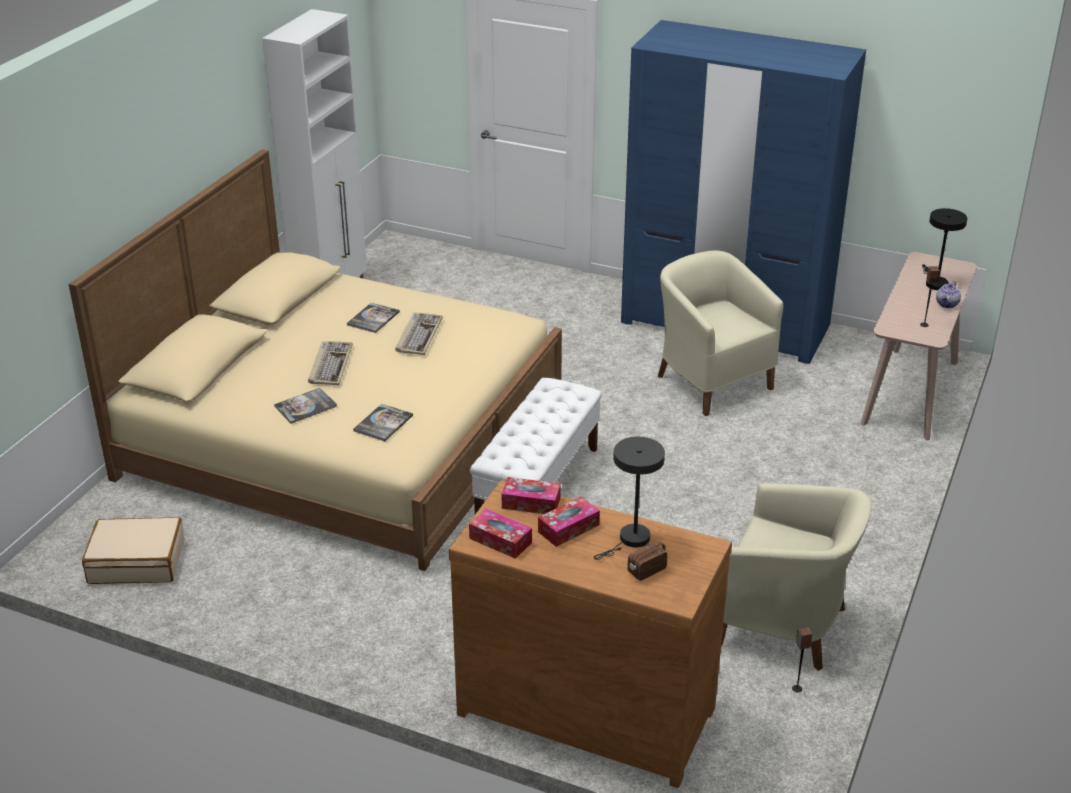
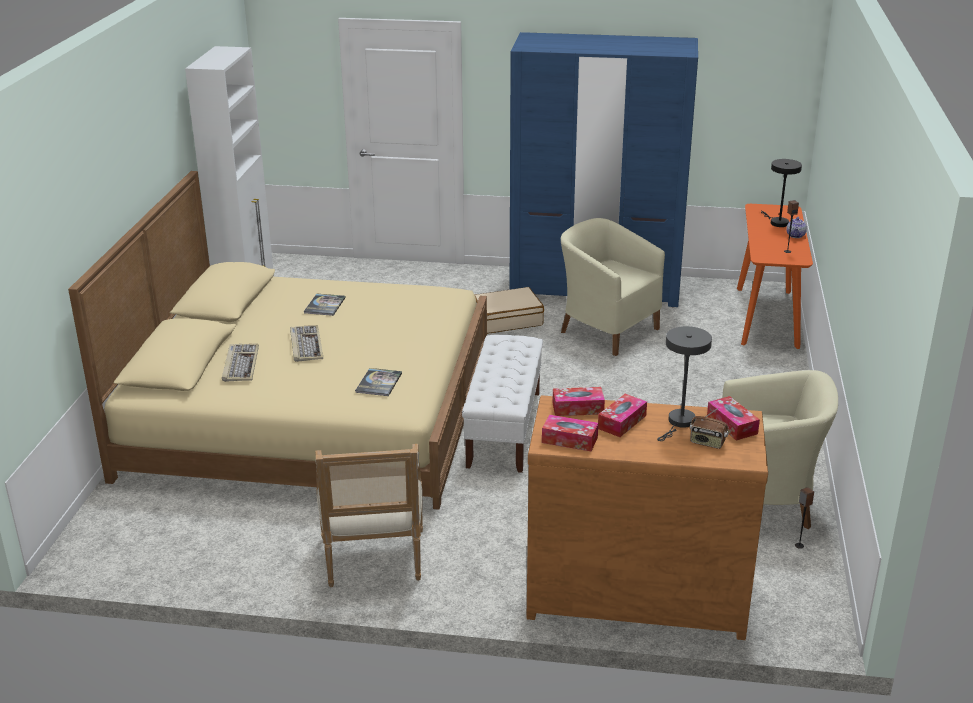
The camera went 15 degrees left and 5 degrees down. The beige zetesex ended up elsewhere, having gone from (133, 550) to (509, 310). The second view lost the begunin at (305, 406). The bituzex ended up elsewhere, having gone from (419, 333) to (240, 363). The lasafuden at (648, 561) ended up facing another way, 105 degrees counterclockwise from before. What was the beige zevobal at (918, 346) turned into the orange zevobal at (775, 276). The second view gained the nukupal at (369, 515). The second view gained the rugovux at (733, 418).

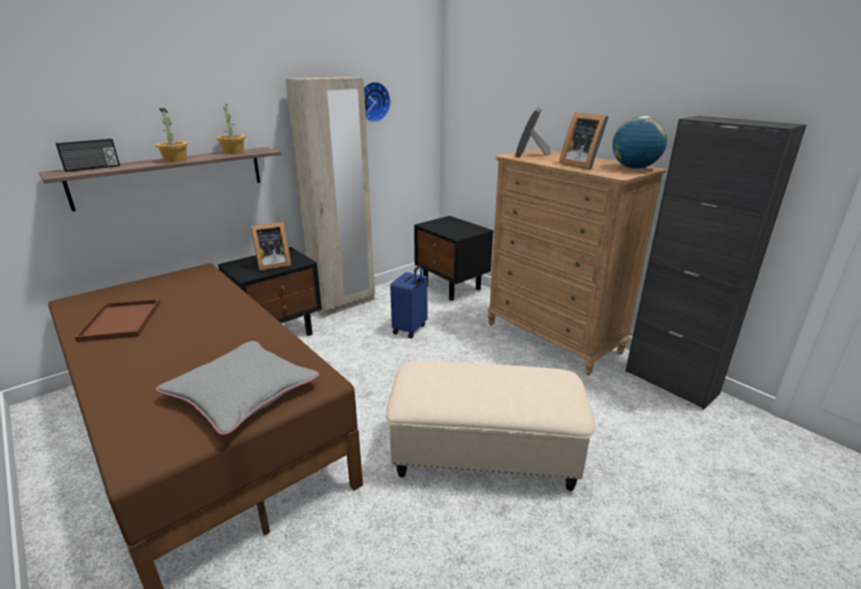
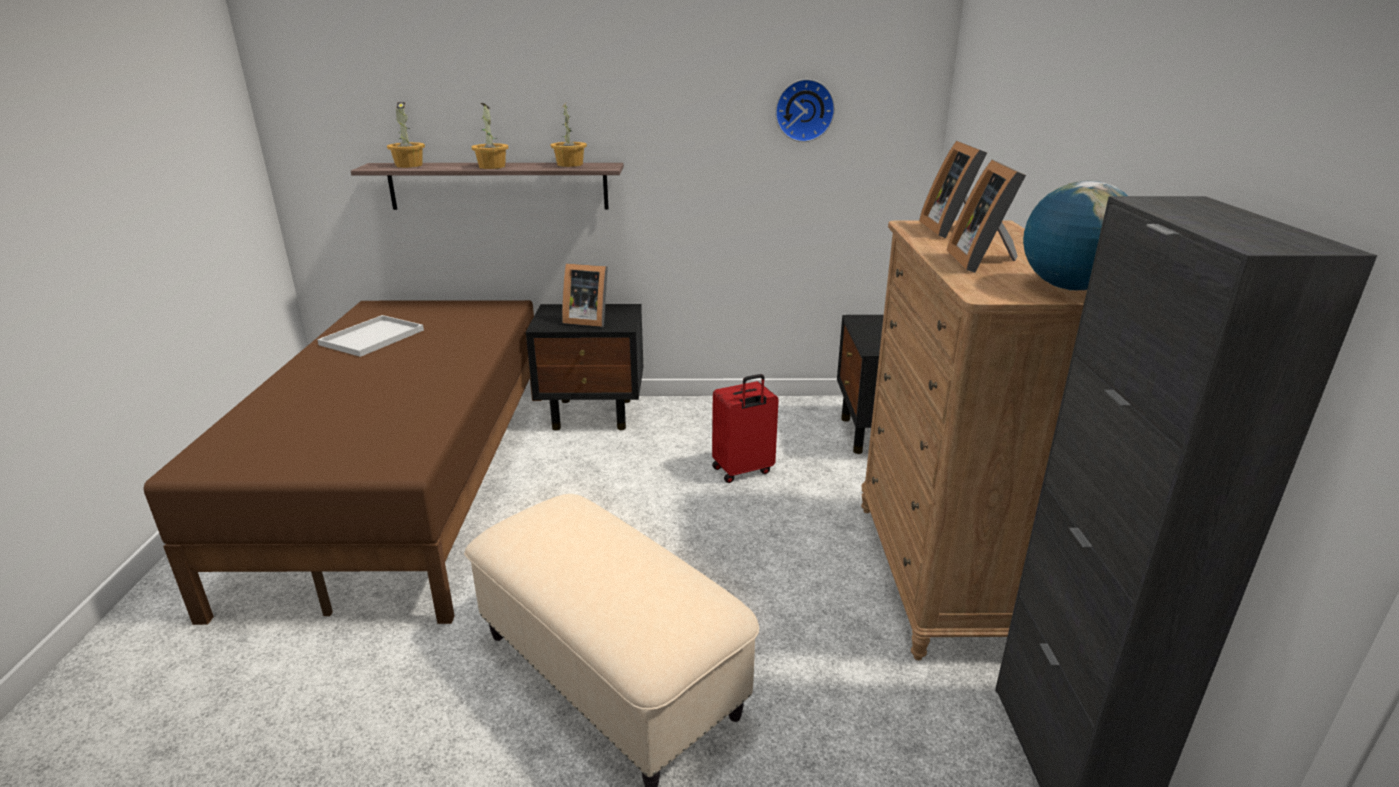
The camera went 40 degrees right and 0 degrees up. Where the lasafuden stood at (88, 155), the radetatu came to stand at (406, 135). What was the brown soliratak at (117, 320) turned into the white soliratak at (370, 336). The second view lost the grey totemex at (237, 388). The second view lost the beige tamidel at (330, 197). What was the blue zetesex at (409, 301) turned into the red zetesex at (745, 428). The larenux at (533, 133) ended up facing another way, 60 degrees counterclockwise from before.

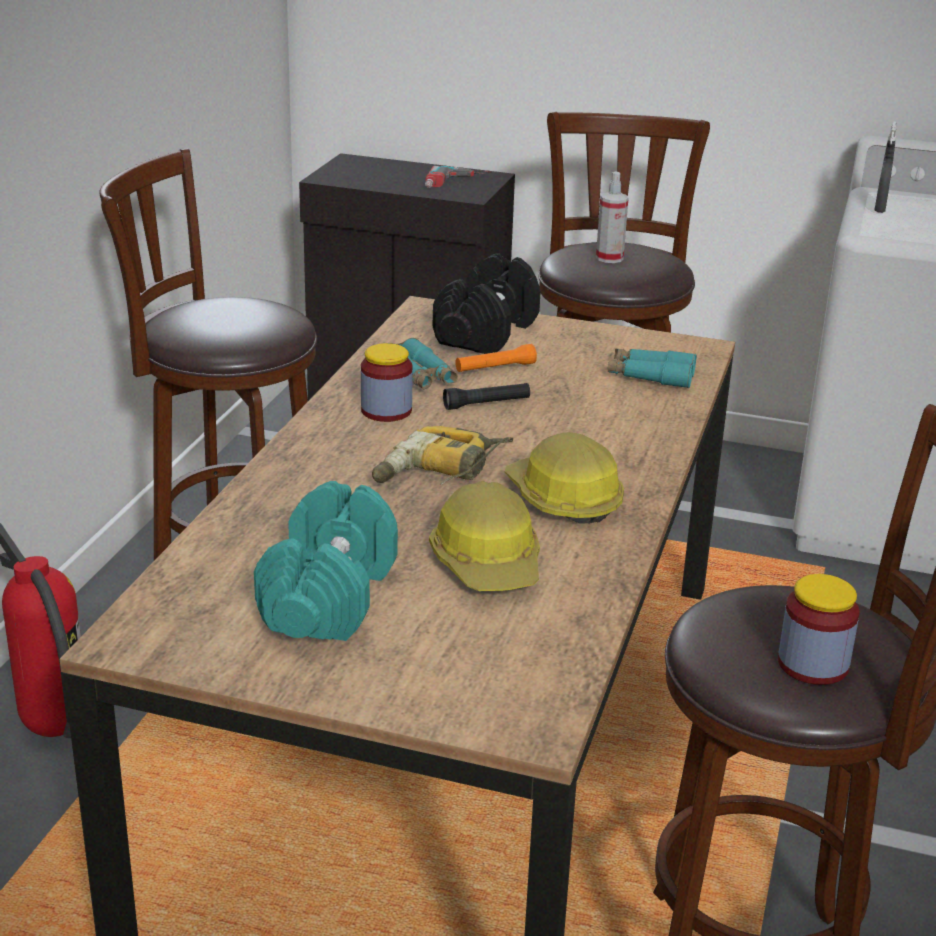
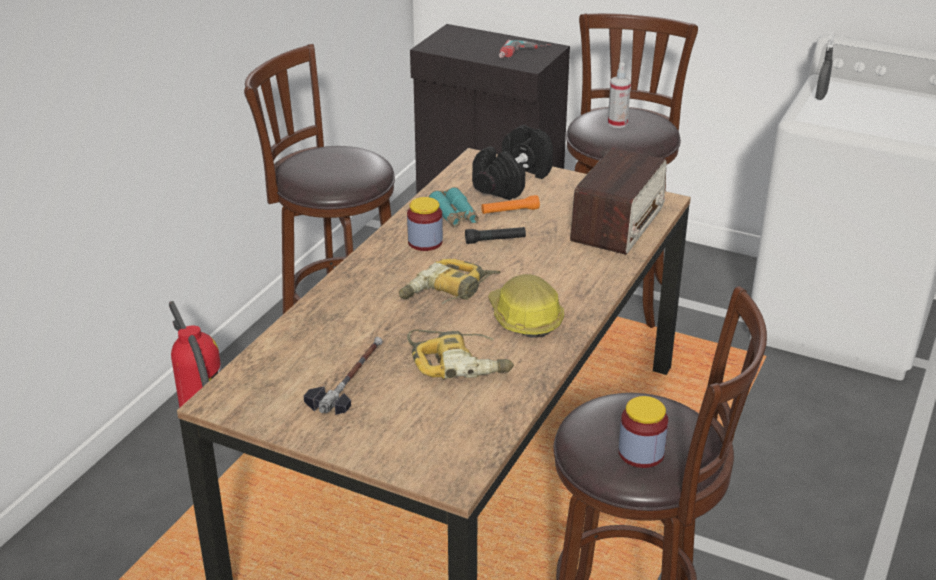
The camera went 10 degrees right and 5 degrees up. Where the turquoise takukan stood at (326, 561), the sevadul came to stand at (343, 376). Where the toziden stood at (484, 536), the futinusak came to stand at (460, 354). Where the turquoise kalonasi stood at (652, 368), the lasafuden came to stand at (618, 201).

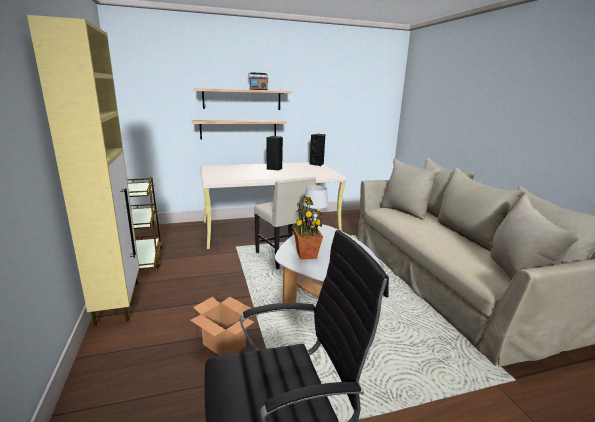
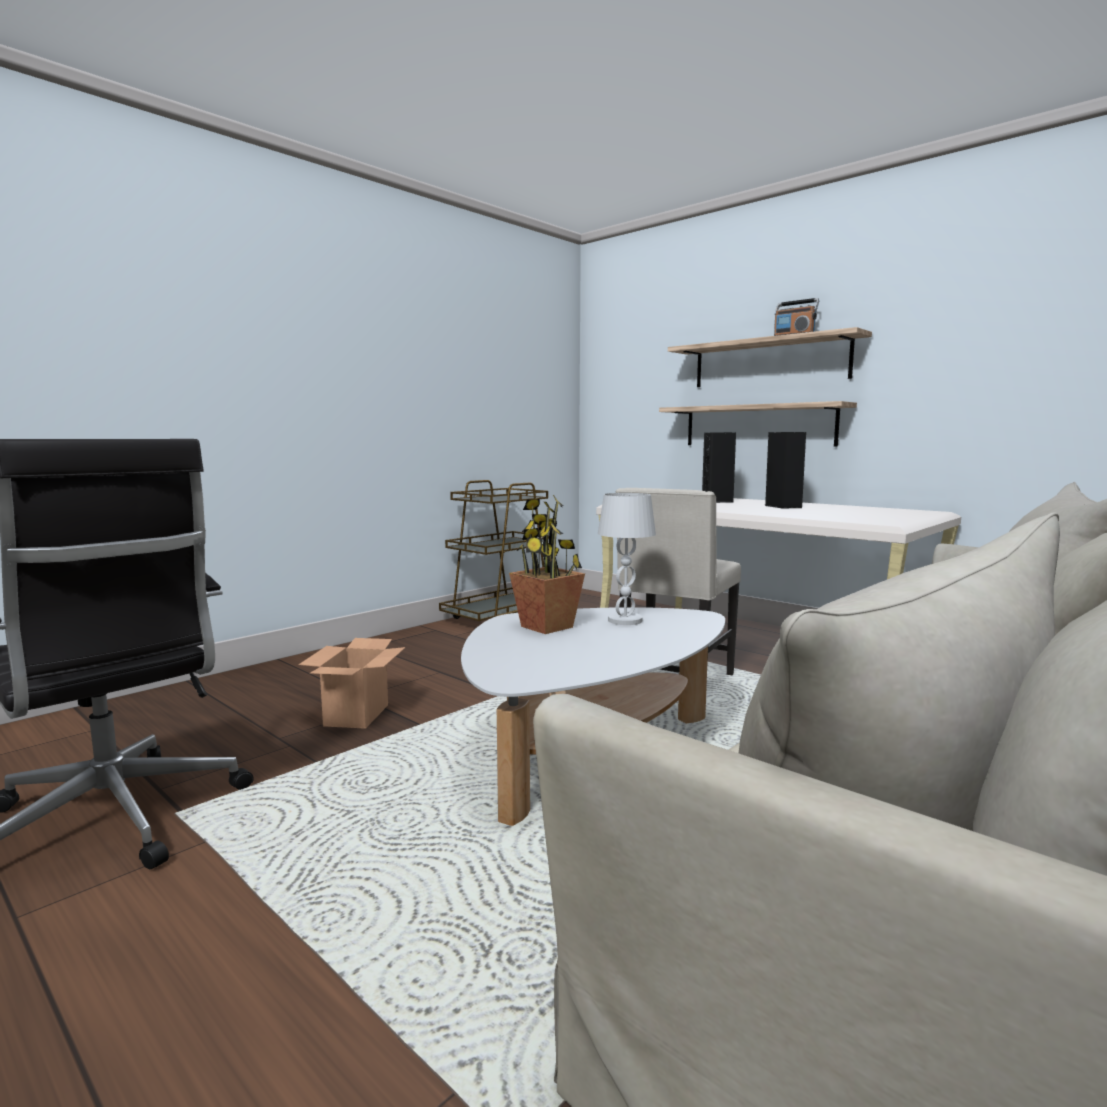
The camera went 60 degrees right and 10 degrees down. The second view lost the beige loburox at (83, 170). The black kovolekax ended up elsewhere, having gone from (317, 150) to (719, 468).

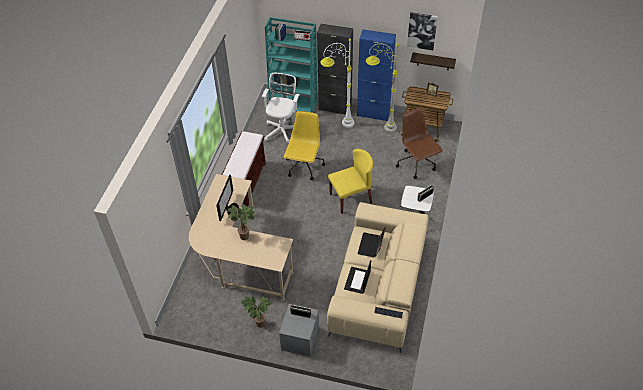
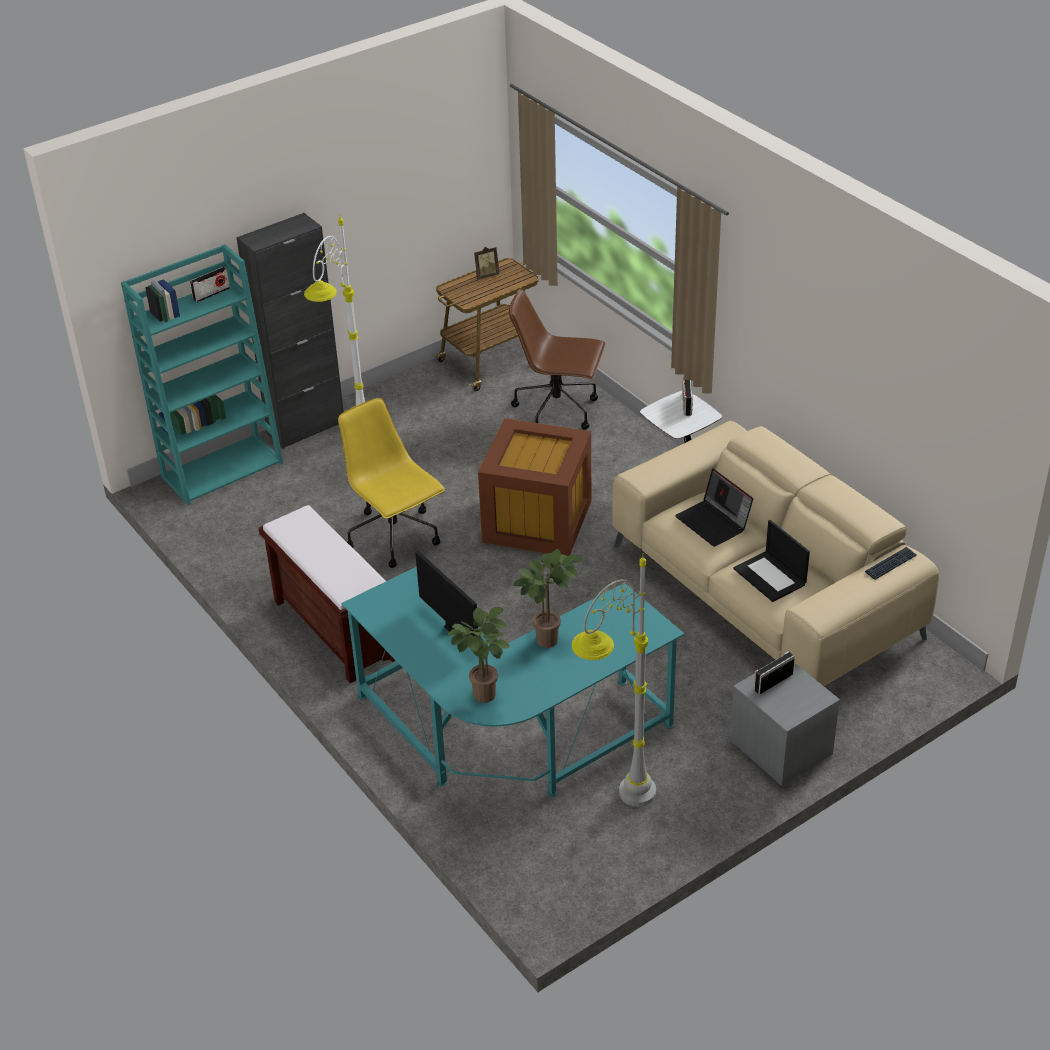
The camera went 50 degrees left and 10 degrees down. What was the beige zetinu at (241, 237) turned into the turquoise zetinu at (512, 682). The radetatu ended up elsewhere, having gone from (256, 312) to (479, 655). The second view lost the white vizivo at (281, 108). Where the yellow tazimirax stood at (350, 181), the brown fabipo came to stand at (534, 487). The second view lost the blue loburox at (376, 75). The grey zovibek ended up elsewhere, having gone from (382, 87) to (614, 680). The second view lost the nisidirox at (422, 31). The second view lost the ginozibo at (433, 61).

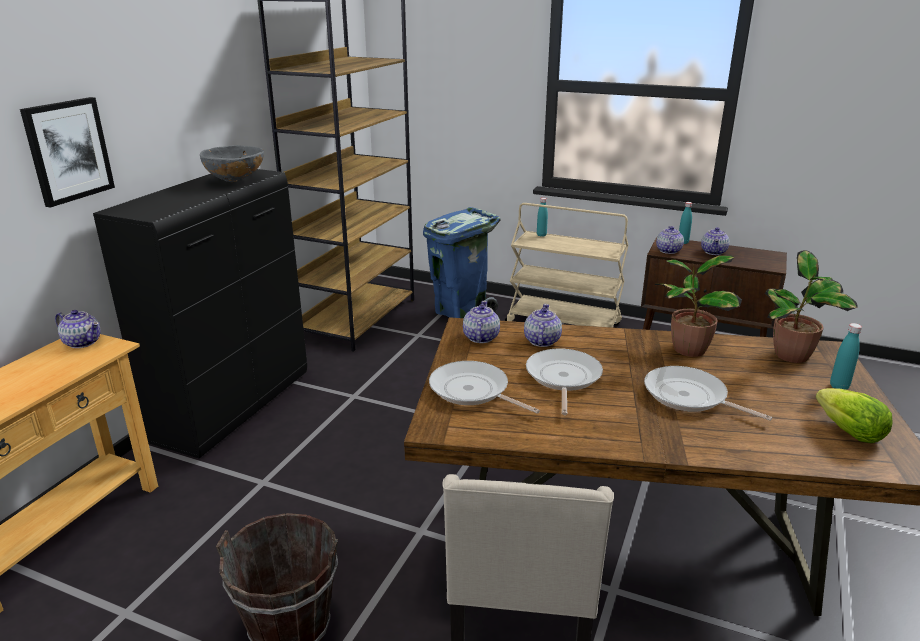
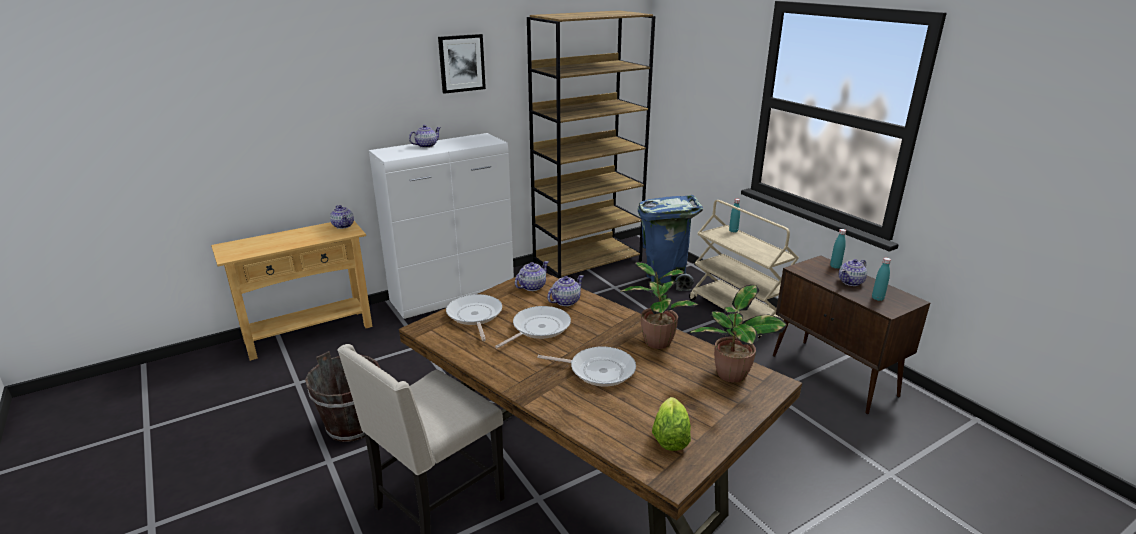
The camera went 35 degrees right and 0 degrees up. The nisidirox ended up elsewhere, having gone from (67, 152) to (462, 64). What was the black loburox at (200, 313) turned into the white loburox at (441, 226). The second view lost the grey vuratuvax at (232, 163). The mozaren at (708, 393) ended up facing another way, 120 degrees clockwise from before. The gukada ended up elsewhere, having gone from (670, 240) to (425, 136). The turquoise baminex ended up elsewhere, having gone from (846, 356) to (881, 279).

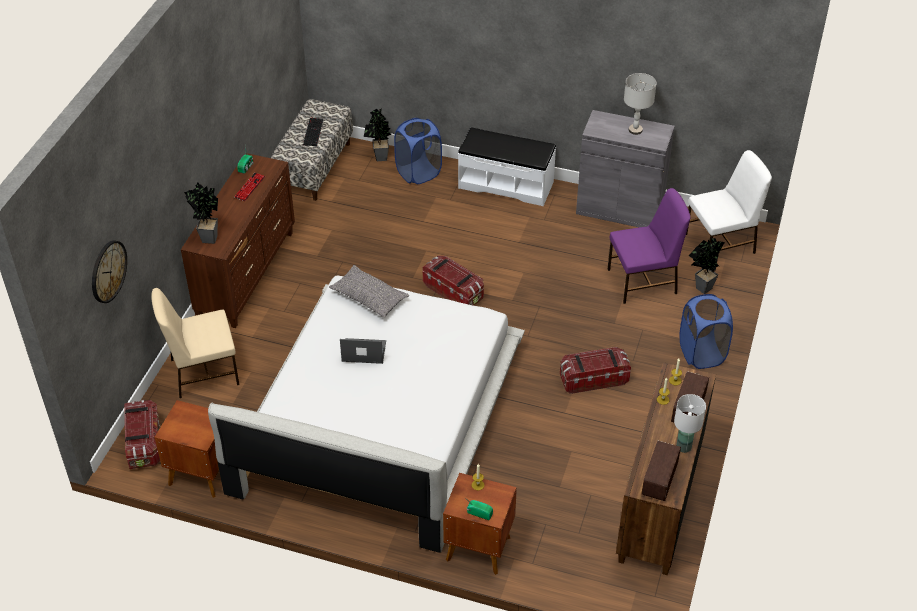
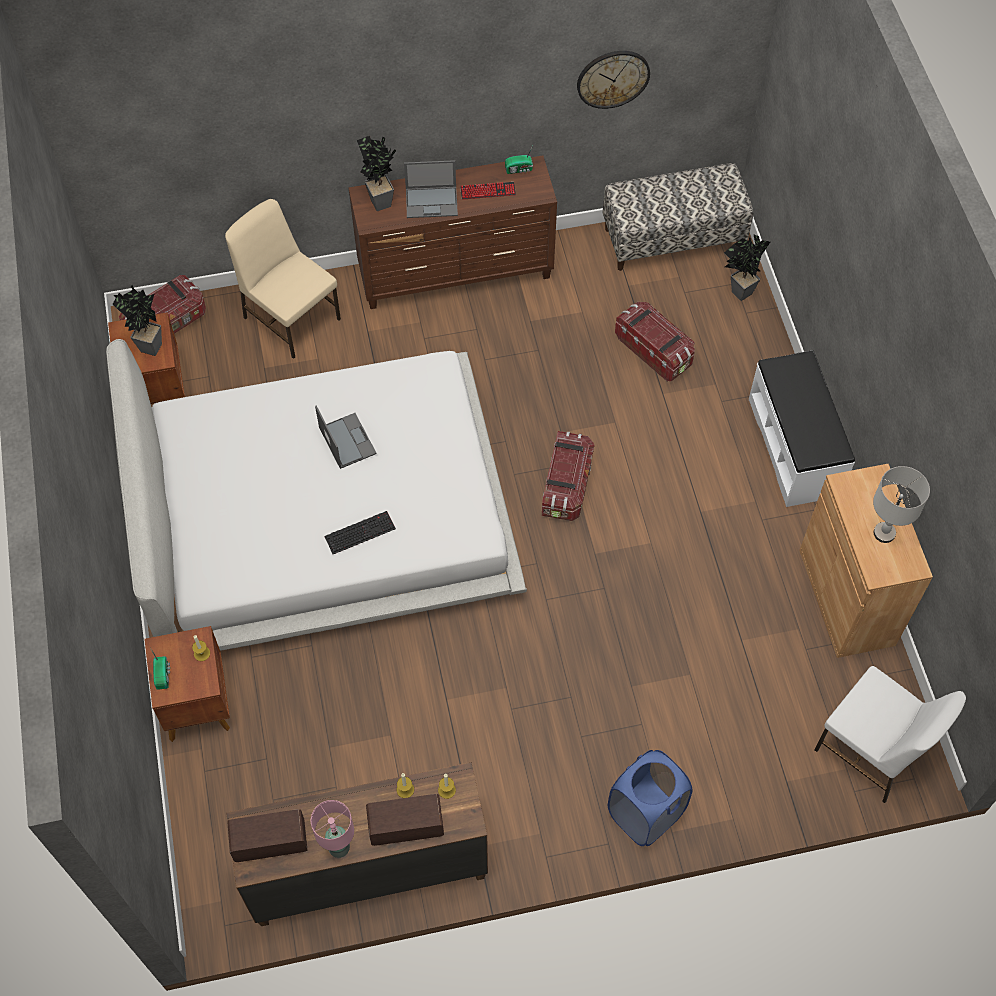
The camera went 60 degrees right and 15 degrees up. The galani ended up elsewhere, having gone from (109, 271) to (613, 80). The bituzex ended up elsewhere, having gone from (313, 132) to (360, 532). The second view lost the grey totemex at (369, 291). The second view lost the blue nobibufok at (418, 151). The fabipo ended up elsewhere, having gone from (595, 370) to (655, 341). What was the grey loburox at (625, 168) turned into the brown loburox at (866, 561). The second view lost the purple tazimirax at (649, 246). What was the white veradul at (690, 423) turned into the pink veradul at (332, 829). The radetatu ended up elsewhere, having gone from (707, 266) to (137, 320). The second view gained the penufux at (431, 189).

